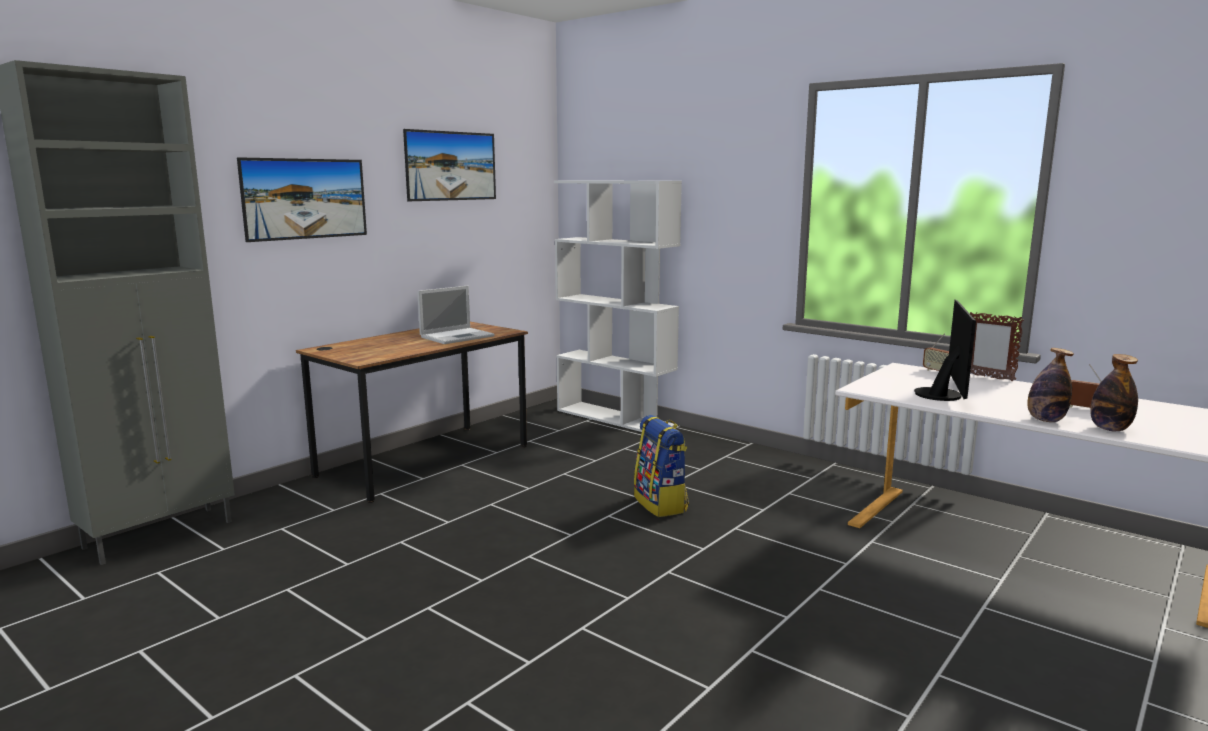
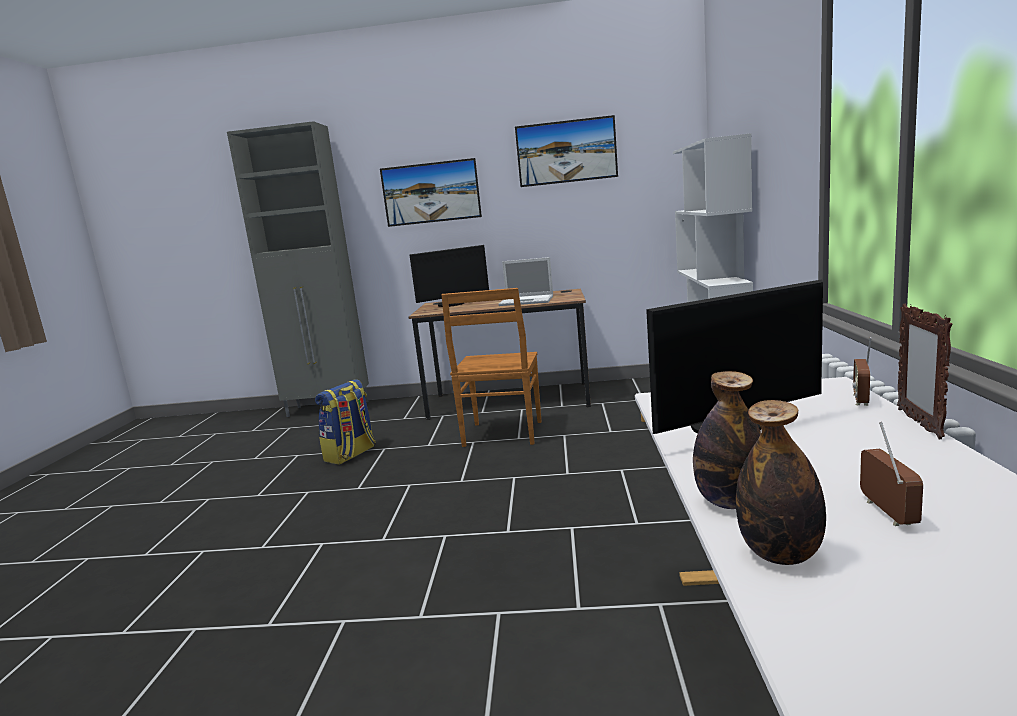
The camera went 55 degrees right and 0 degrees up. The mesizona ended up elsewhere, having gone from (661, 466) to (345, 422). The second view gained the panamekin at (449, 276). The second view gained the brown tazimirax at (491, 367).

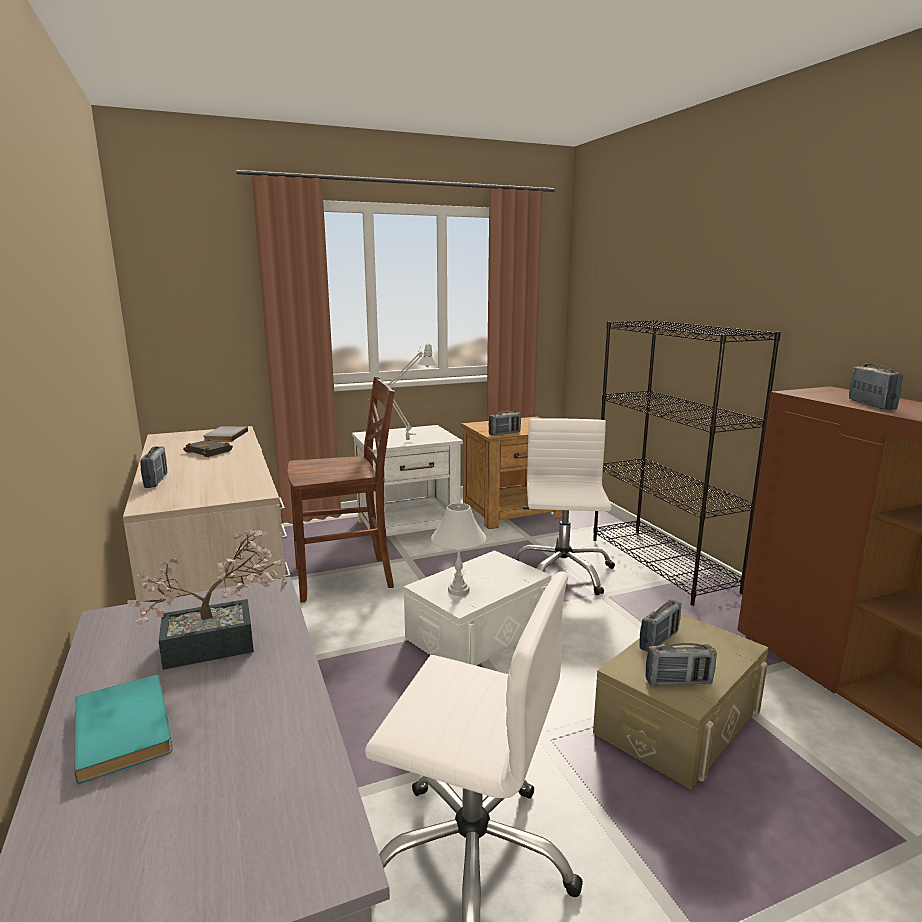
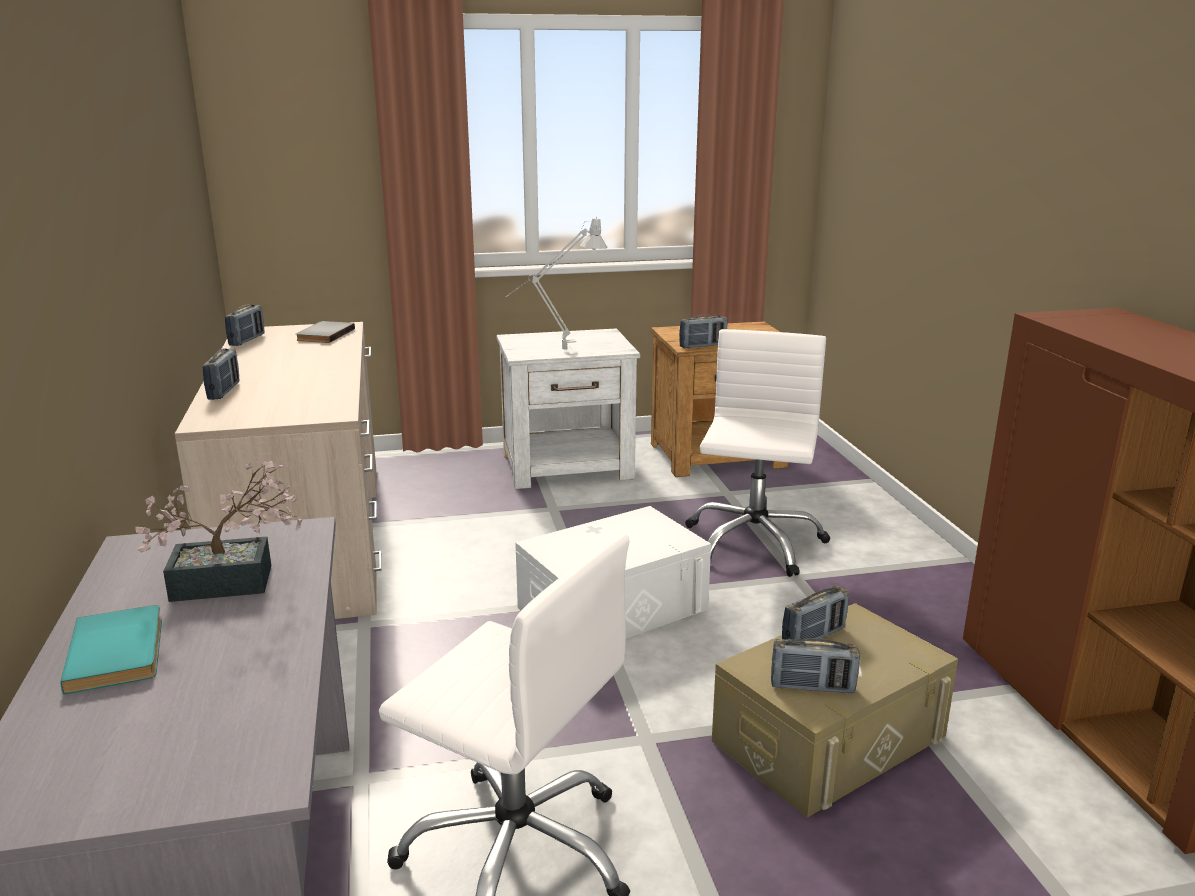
The camera went 10 degrees right and 5 degrees up. The second view lost the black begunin at (208, 448). The second view lost the brown tazimirax at (341, 489). The second view lost the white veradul at (458, 549). The second view lost the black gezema at (687, 463). The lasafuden ended up elsewhere, having gone from (876, 387) to (245, 325).

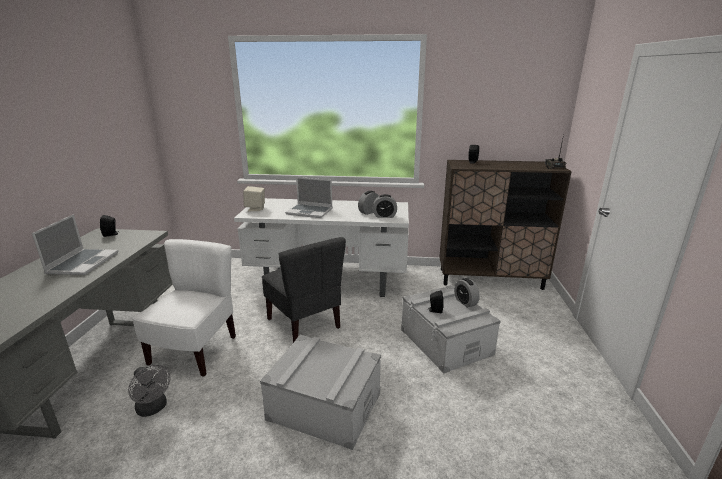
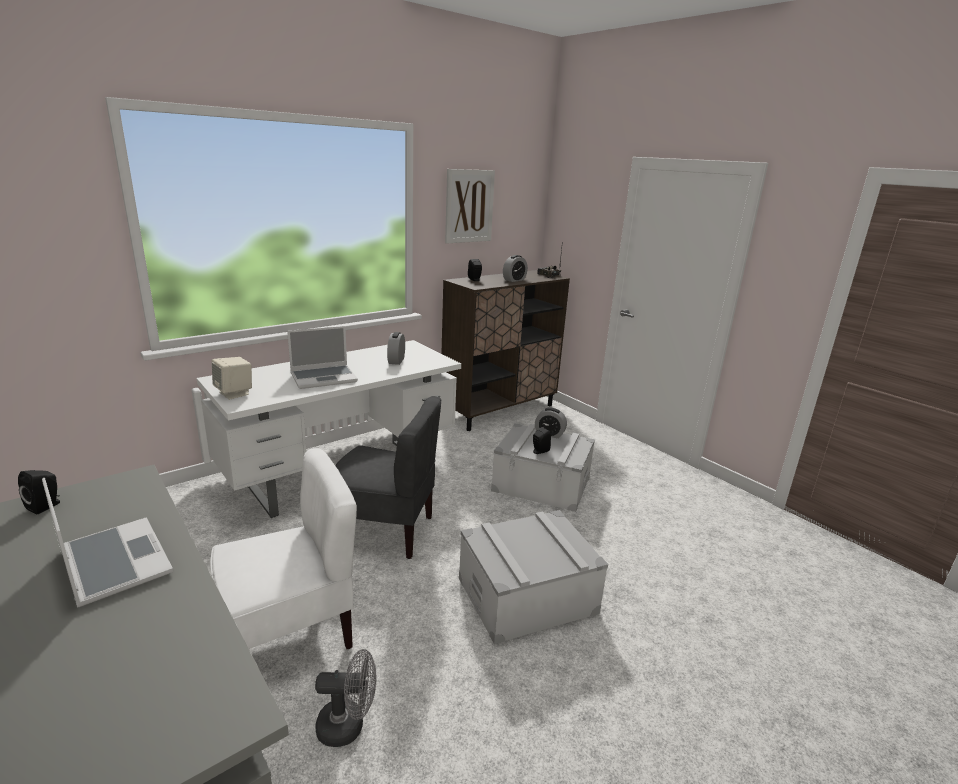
The camera went 45 degrees left and 0 degrees up. The white tazimirax at (184, 308) ended up facing another way, 90 degrees clockwise from before. The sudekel ended up elsewhere, having gone from (385, 206) to (515, 268). The second view gained the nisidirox at (470, 206).

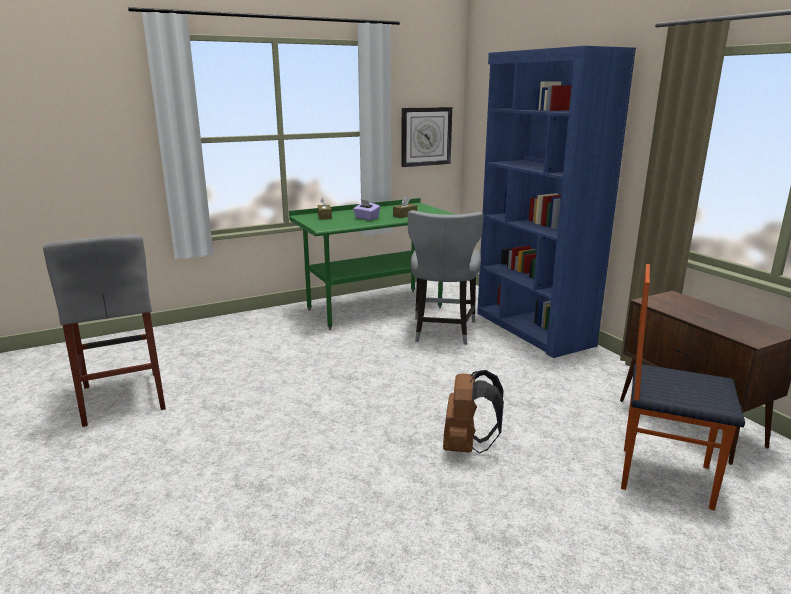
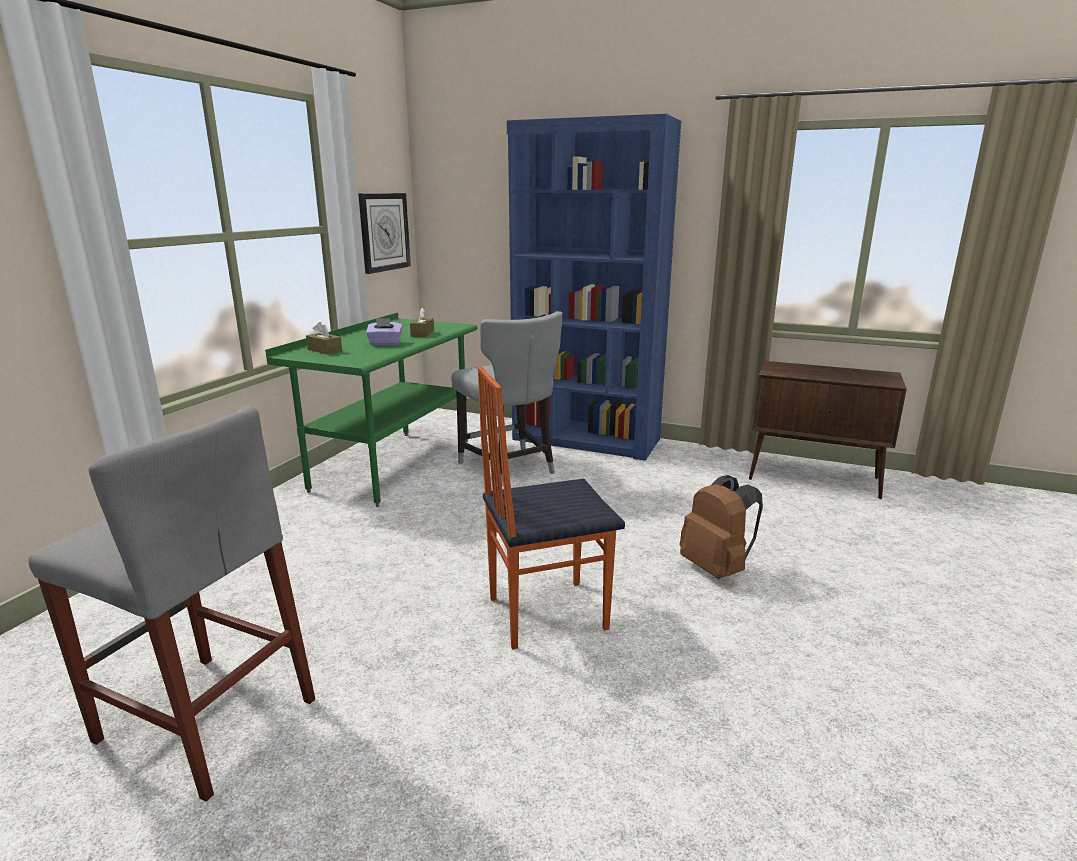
The camera went 40 degrees left and 0 degrees up. The tazimirax ended up elsewhere, having gone from (683, 387) to (551, 508).

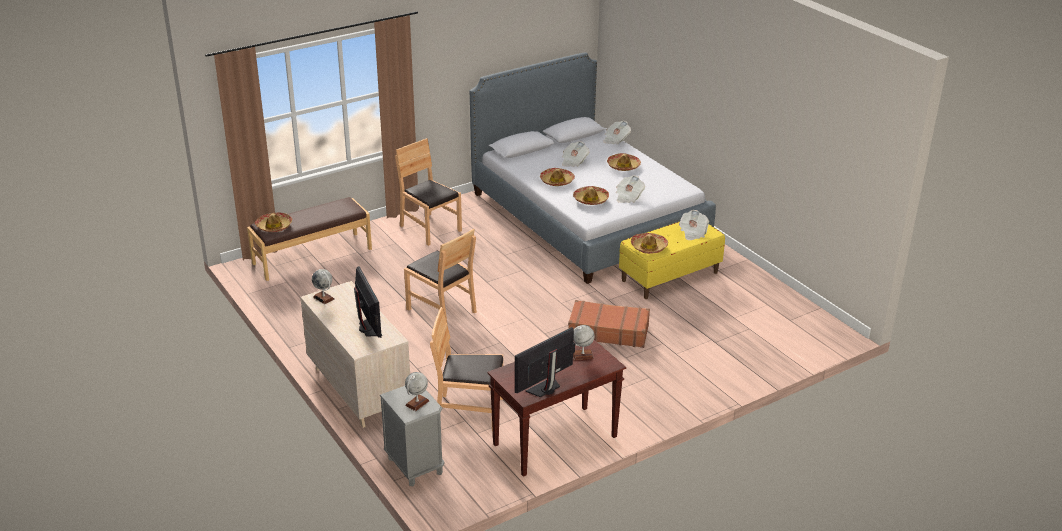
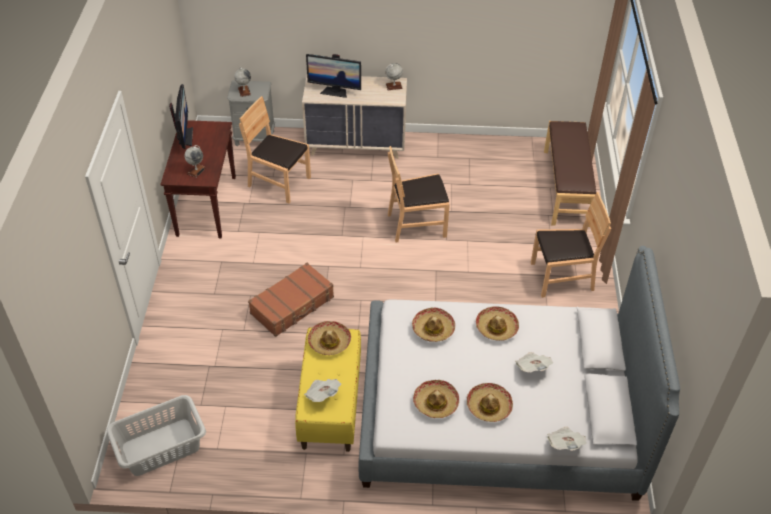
The camera went 125 degrees right and 15 degrees up. The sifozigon ended up elsewhere, having gone from (273, 222) to (436, 399). The brown tazimirax at (466, 369) ended up facing another way, 105 degrees counterclockwise from before. The second view lost the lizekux at (630, 189). The second view gained the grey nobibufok at (156, 435).

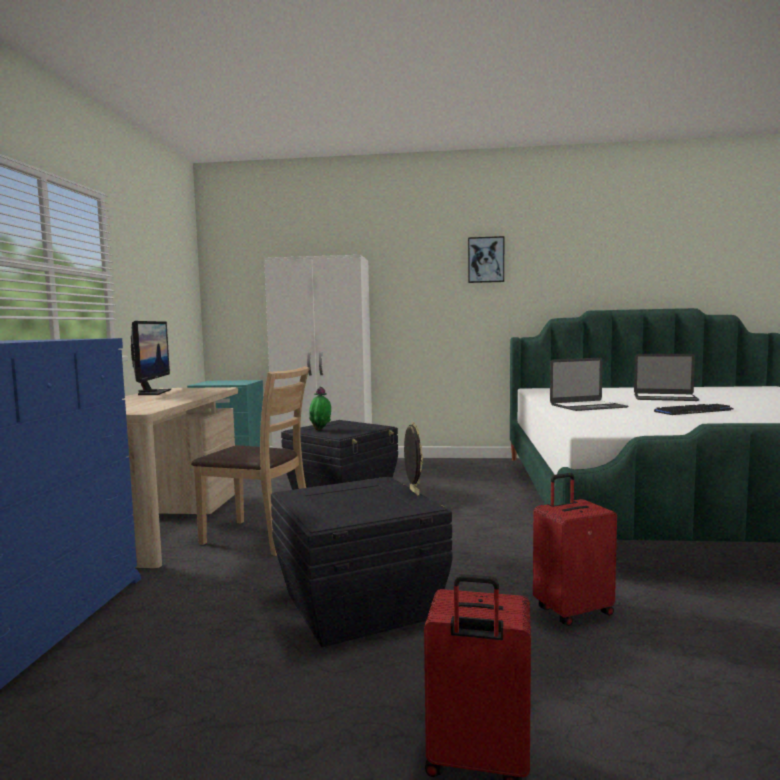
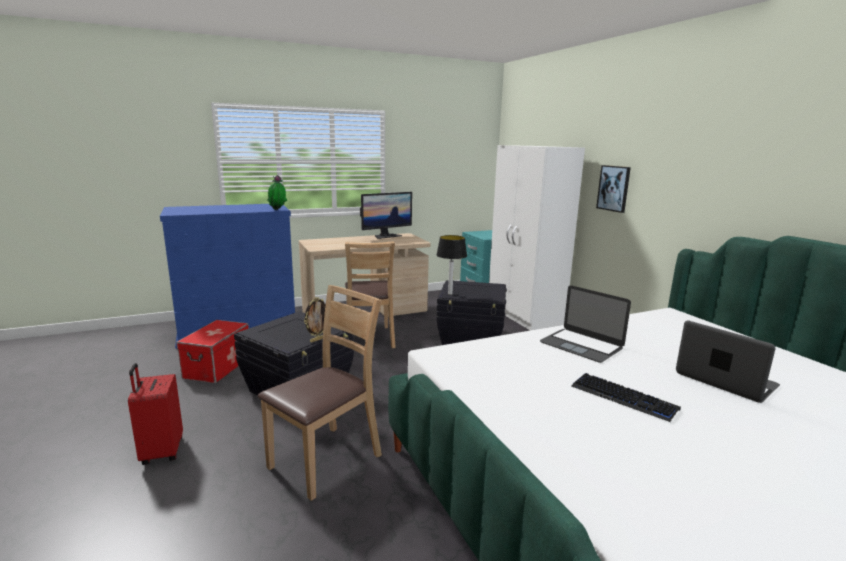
The camera went 60 degrees right and 10 degrees up. The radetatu ended up elsewhere, having gone from (320, 409) to (277, 192). The nisidirox ended up elsewhere, having gone from (486, 259) to (613, 189). Where the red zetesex stood at (575, 549), the brown tazimirax came to stand at (320, 393). The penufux at (667, 377) ended up facing another way, 150 degrees clockwise from before. The second view gained the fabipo at (212, 352). The second view gained the veradul at (451, 265).

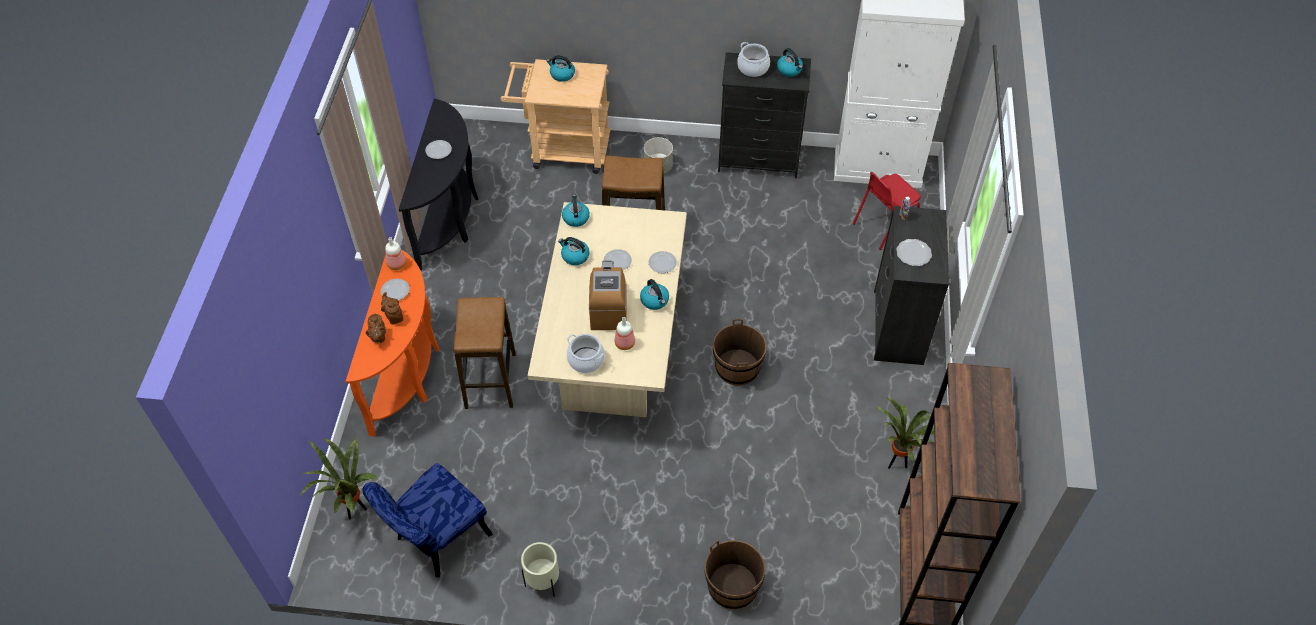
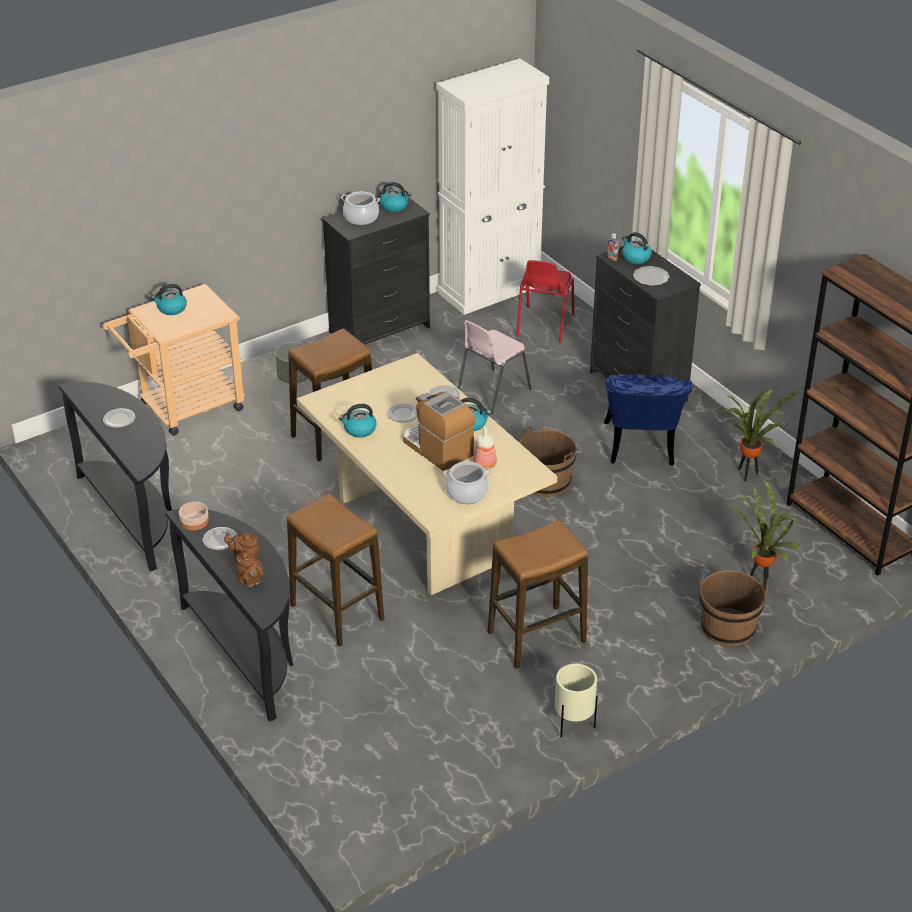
The camera went 40 degrees left and 15 degrees down. The radetatu ended up elsewhere, having gone from (338, 478) to (764, 534). What was the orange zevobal at (392, 343) turned into the black zevobal at (229, 615). The blue tazimirax ended up elsewhere, having gone from (427, 520) to (648, 420). Where the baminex stood at (395, 253), the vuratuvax came to stand at (194, 516). The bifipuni ended up elsewhere, having gone from (576, 211) to (637, 248). The second view gained the pink tazimirax at (494, 367). The second view gained the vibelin at (538, 594).

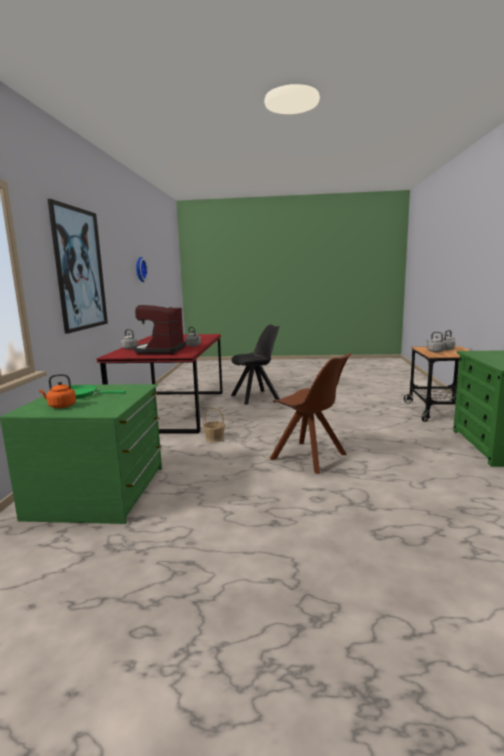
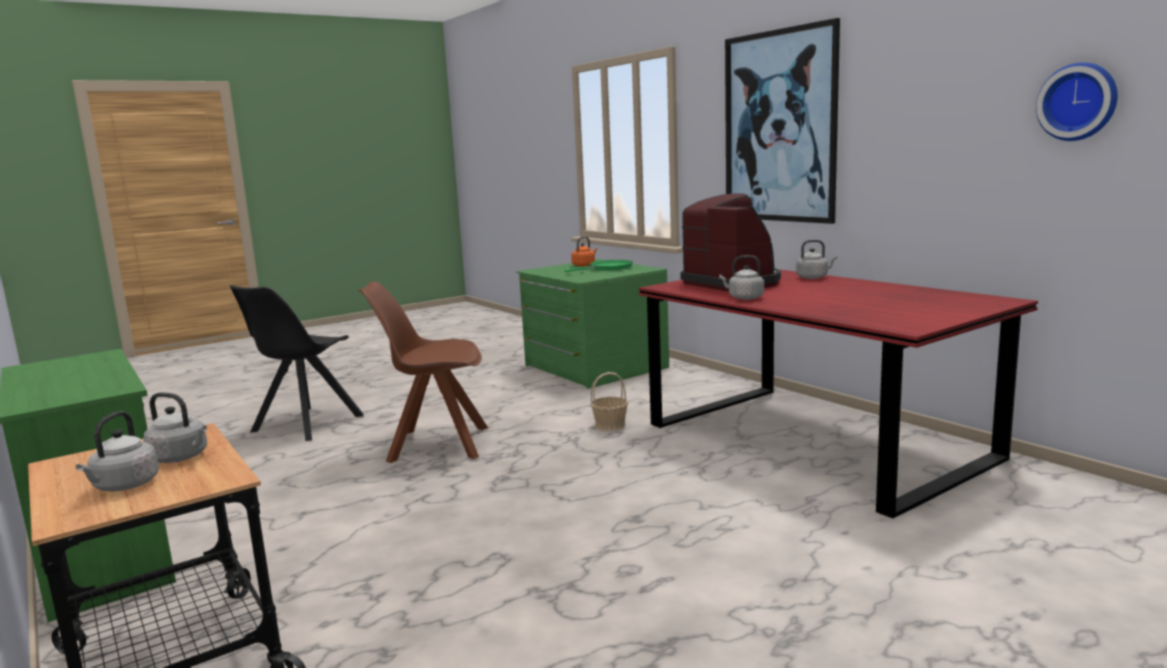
The camera went 140 degrees right and 0 degrees up. The black tazimirax ended up elsewhere, having gone from (255, 364) to (297, 363).

